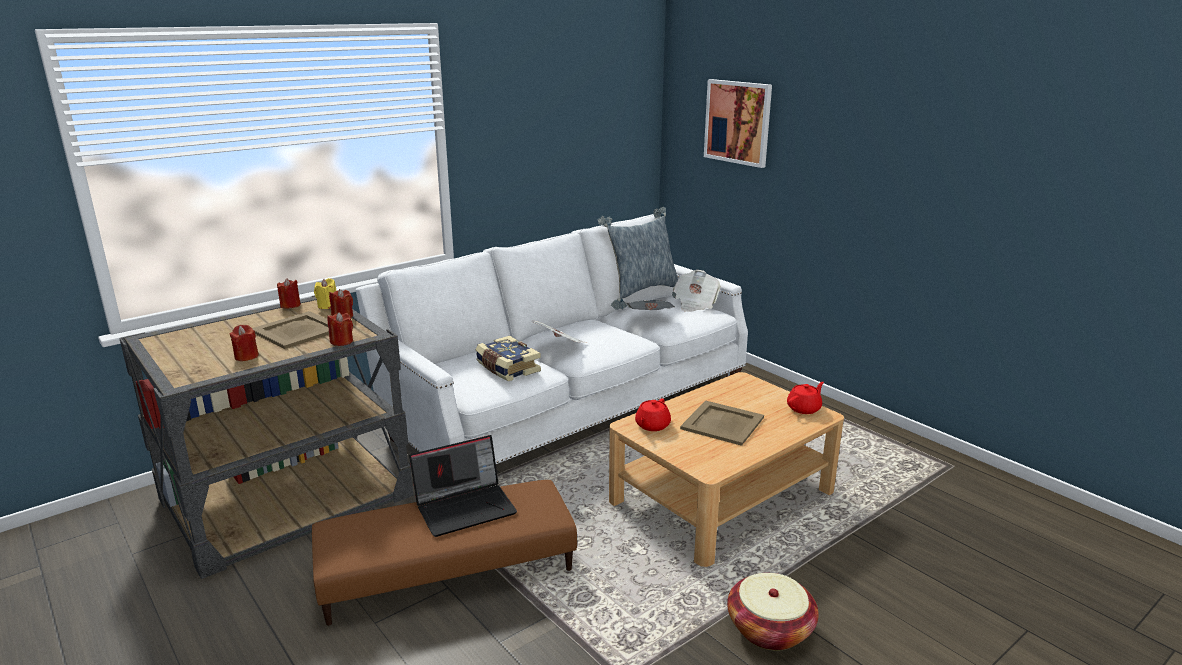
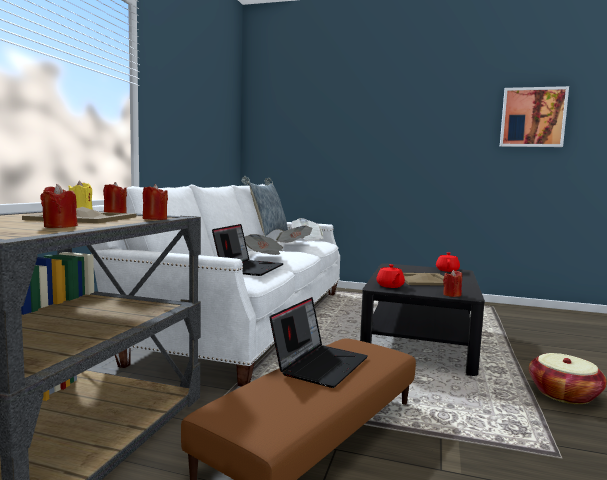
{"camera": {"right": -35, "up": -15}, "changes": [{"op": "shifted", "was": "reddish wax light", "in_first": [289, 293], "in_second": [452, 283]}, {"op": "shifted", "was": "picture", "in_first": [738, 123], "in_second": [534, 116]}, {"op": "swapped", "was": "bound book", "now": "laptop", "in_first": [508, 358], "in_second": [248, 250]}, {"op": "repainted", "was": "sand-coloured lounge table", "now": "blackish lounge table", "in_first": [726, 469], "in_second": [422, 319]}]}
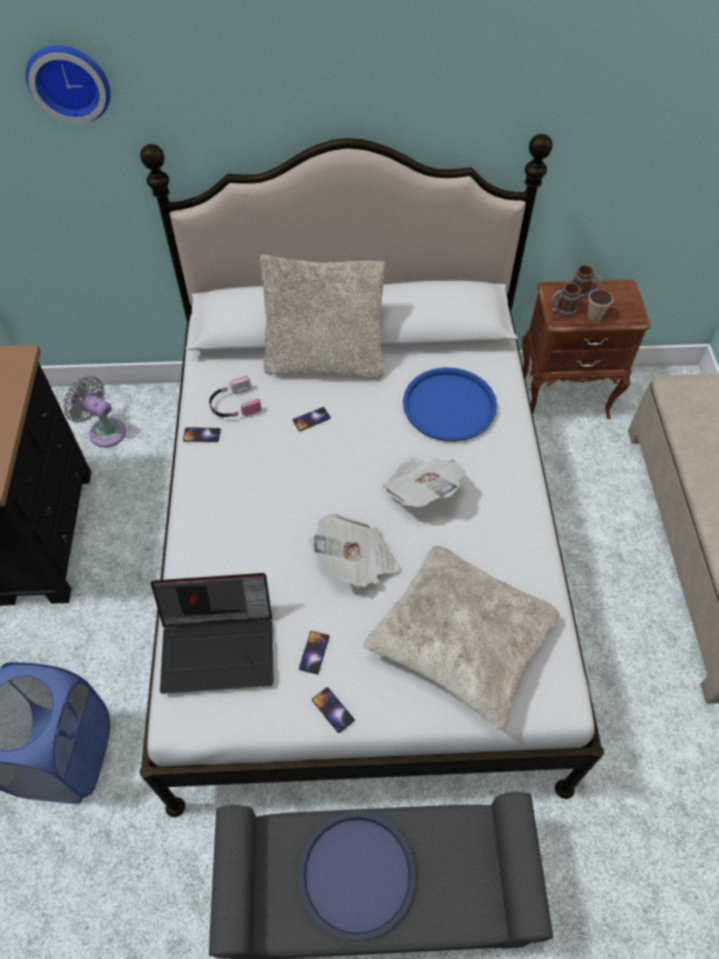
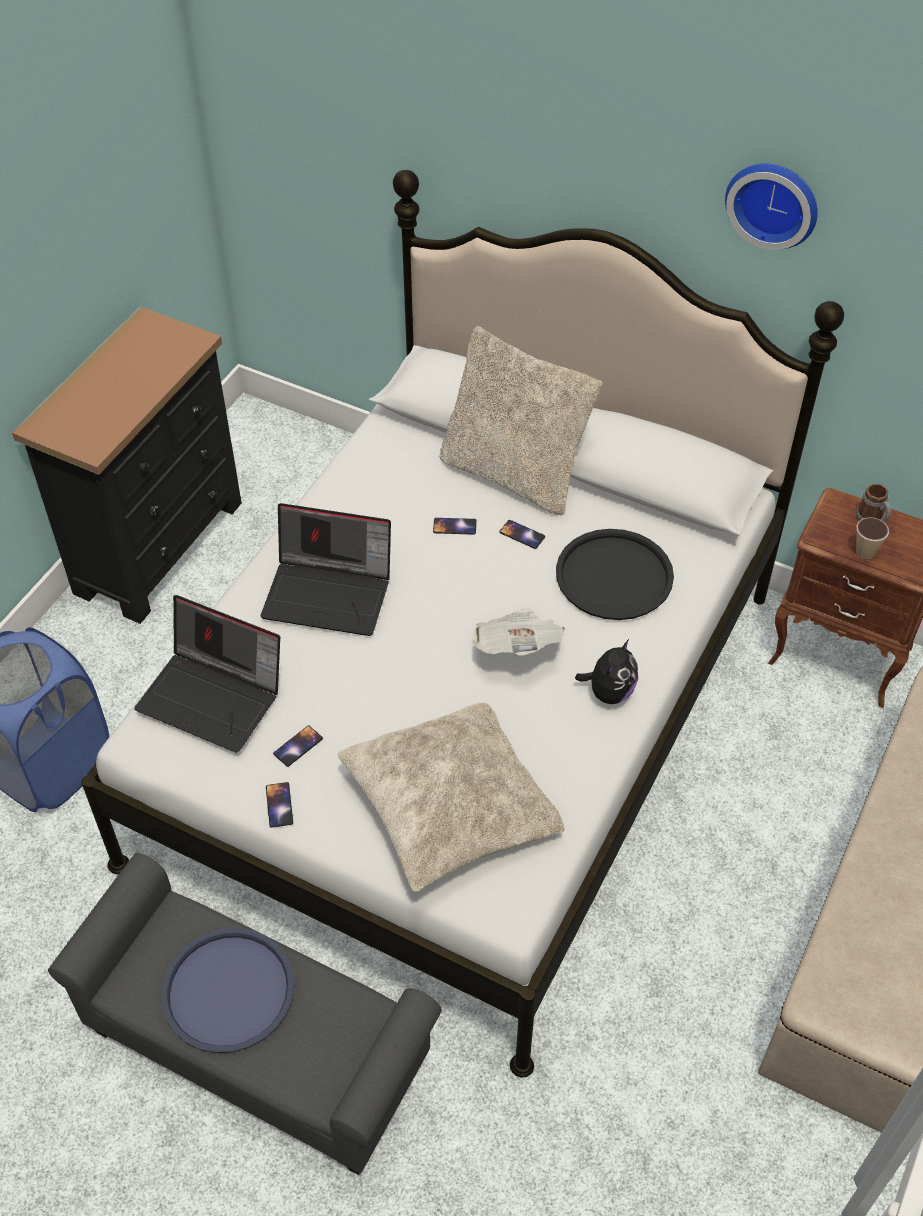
{"camera": {"right": 30, "up": -5}, "changes": [{"op": "gone", "was": "gray cooling fan", "in_first": [94, 412]}, {"op": "gone", "was": "pair of headphones", "in_first": [235, 396]}, {"op": "gone", "was": "daily paper", "in_first": [354, 551]}, {"op": "gone", "was": "coffee mug", "in_first": [566, 299]}, {"op": "new", "now": "laptop", "in_second": [326, 569]}, {"op": "new", "now": "soft toy", "in_second": [606, 671]}, {"op": "shifted", "was": "wall clock", "in_first": [68, 84], "in_second": [771, 207]}, {"op": "shifted", "was": "handset", "in_first": [202, 434], "in_second": [522, 534]}, {"op": "repainted", "was": "blue tray", "now": "blackish tray", "in_first": [450, 404], "in_second": [615, 574]}]}
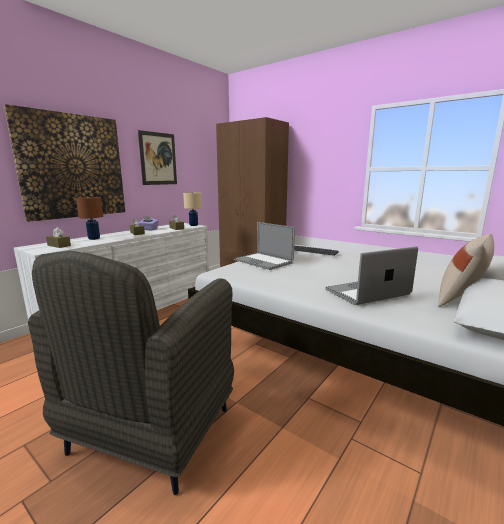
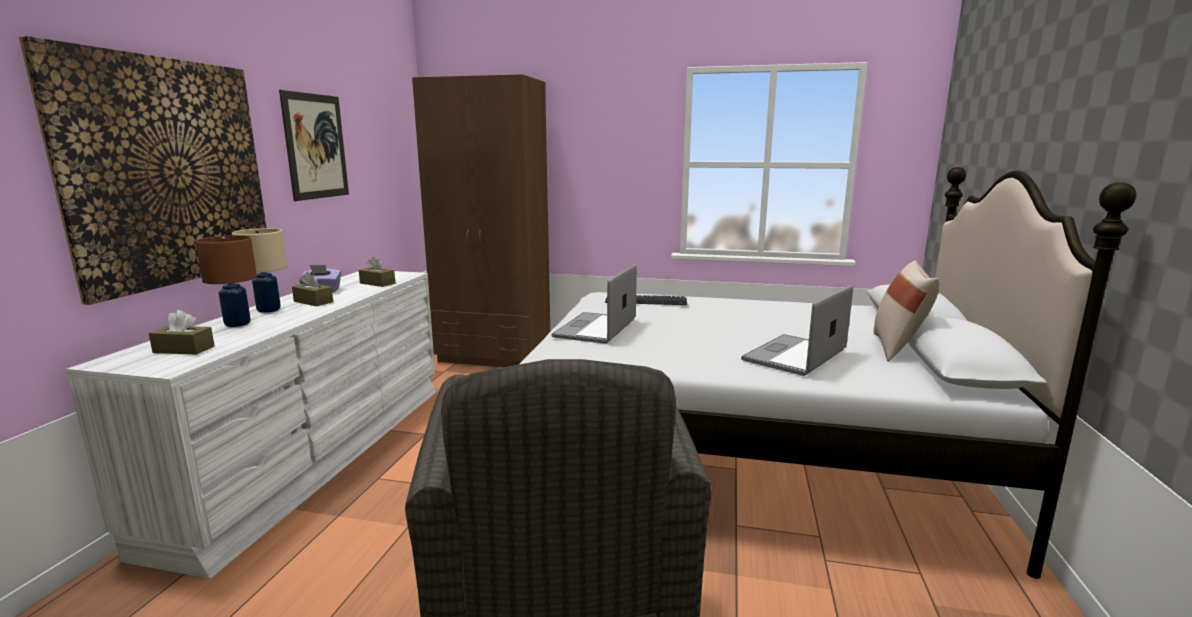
{"camera": {"right": -25, "up": 0}, "changes": [{"op": "shifted", "was": "sand-coloured lamp for a table", "in_first": [192, 209], "in_second": [259, 270]}, {"op": "rotated", "was": "laptop", "in_first": [264, 246], "in_second": [594, 304], "clockwise": 90}]}
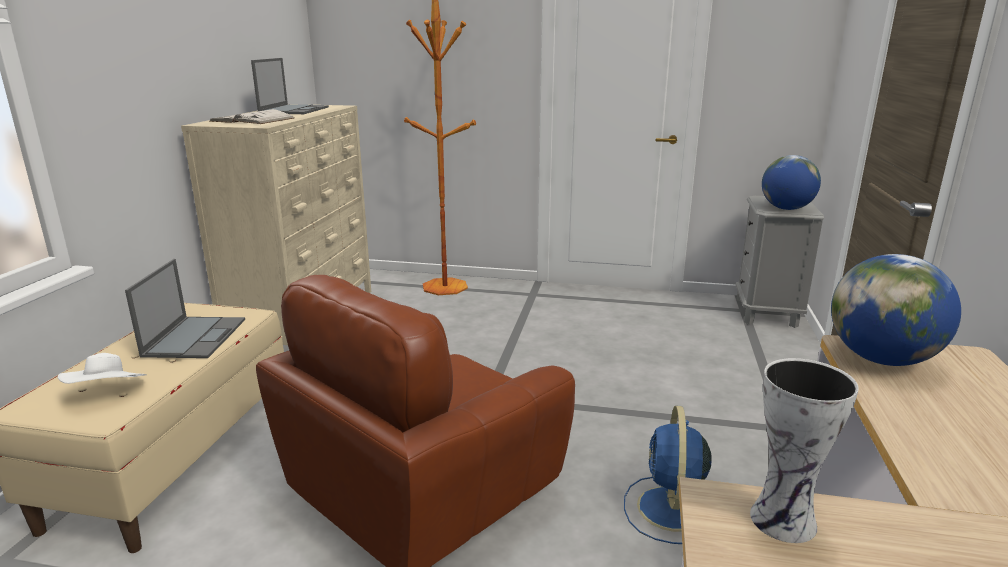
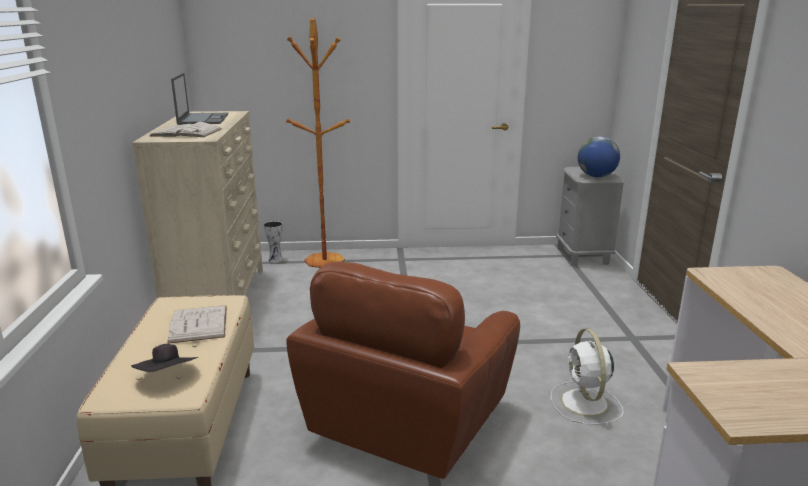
{"camera": {"right": -15, "up": 0}, "changes": [{"op": "gone", "was": "globe", "in_first": [896, 310]}, {"op": "shifted", "was": "vase", "in_first": [804, 450], "in_second": [273, 242]}, {"op": "swapped", "was": "laptop", "now": "whitish bound book", "in_first": [185, 308], "in_second": [197, 324]}, {"op": "repainted", "was": "whitish clothing hat", "now": "blackish clothing hat", "in_first": [102, 368], "in_second": [164, 358]}, {"op": "repainted", "was": "blue cooling fan", "now": "whitish cooling fan", "in_first": [668, 475], "in_second": [587, 377]}]}
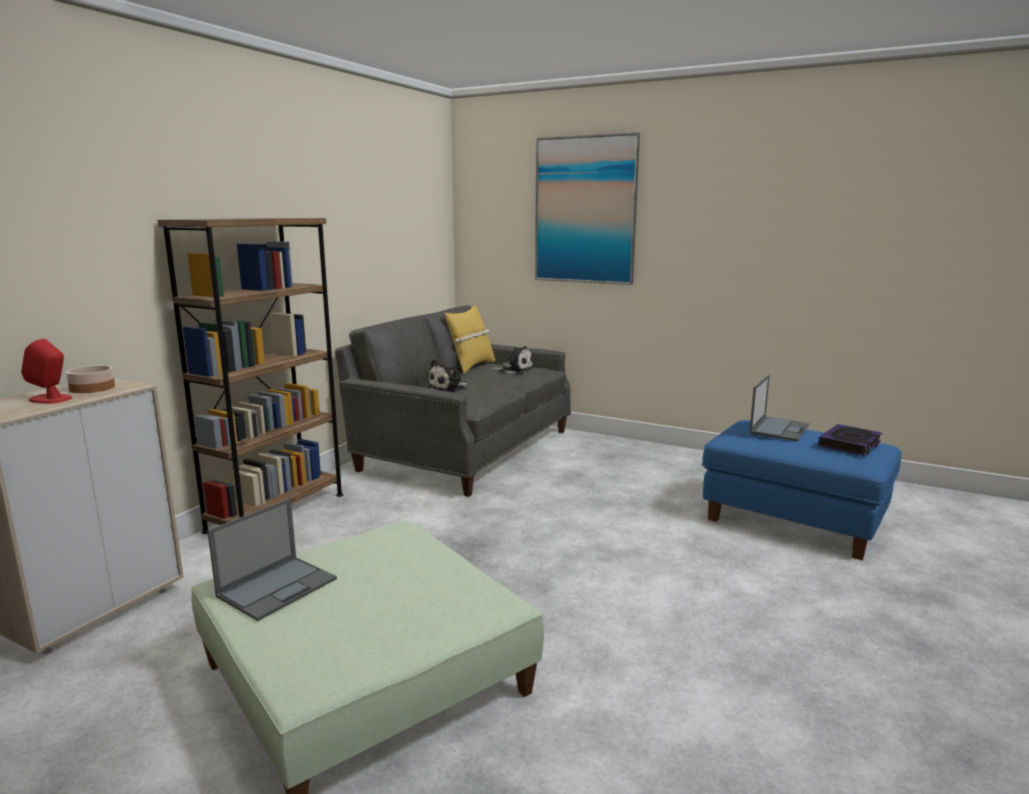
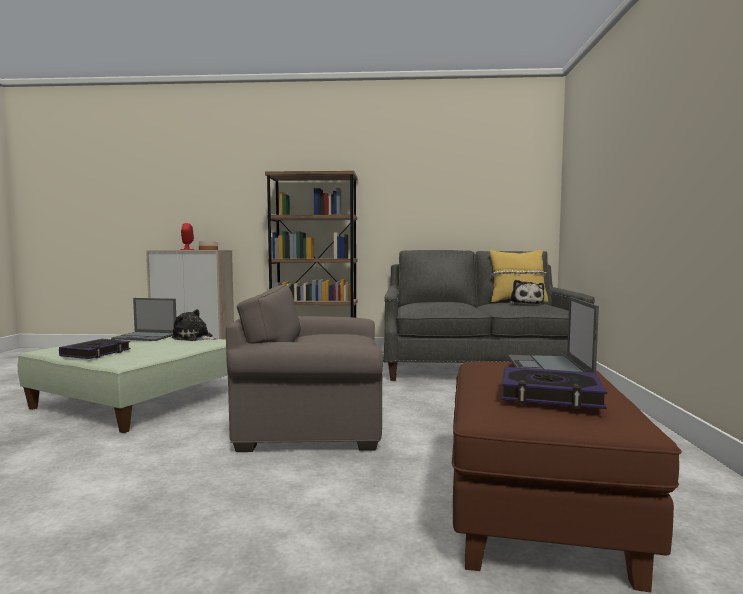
{"camera": {"right": 65, "up": -10}, "changes": [{"op": "gone", "was": "picture", "in_first": [587, 208]}, {"op": "new", "now": "bound book", "in_second": [95, 349]}, {"op": "new", "now": "gray lounge chair", "in_second": [304, 368]}, {"op": "shifted", "was": "soft toy", "in_first": [447, 376], "in_second": [194, 325]}, {"op": "repainted", "was": "blue footrest", "now": "brownish footrest", "in_first": [802, 490], "in_second": [567, 476]}, {"op": "rotated", "was": "laptop", "in_first": [779, 408], "in_second": [553, 335], "clockwise": 90}]}
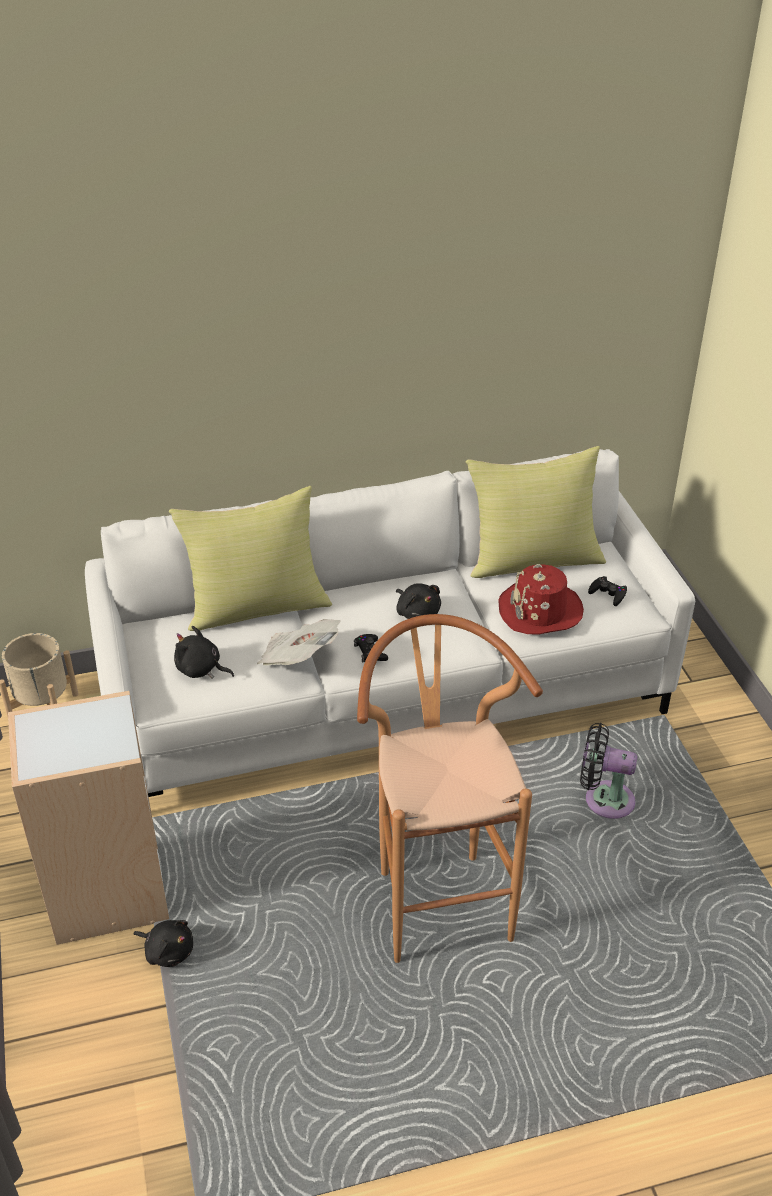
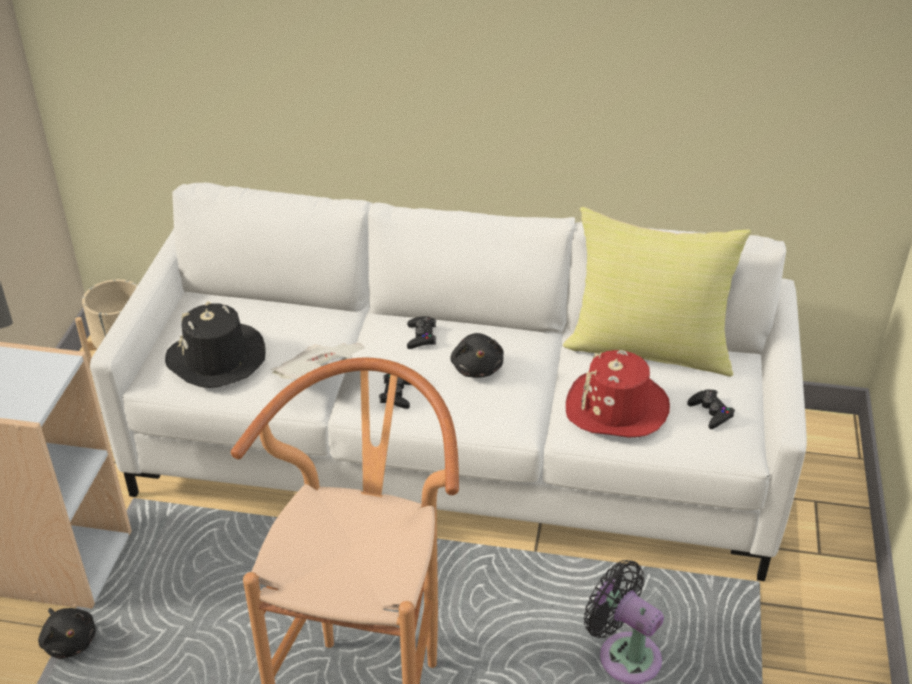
{"camera": {"right": 25, "up": 0}, "changes": [{"op": "gone", "was": "yellowish pillow", "in_first": [250, 558]}, {"op": "new", "now": "blackish joypad", "in_second": [421, 332]}, {"op": "swapped", "was": "blackish soft toy", "now": "blackish clothing hat", "in_first": [204, 652], "in_second": [215, 344]}]}
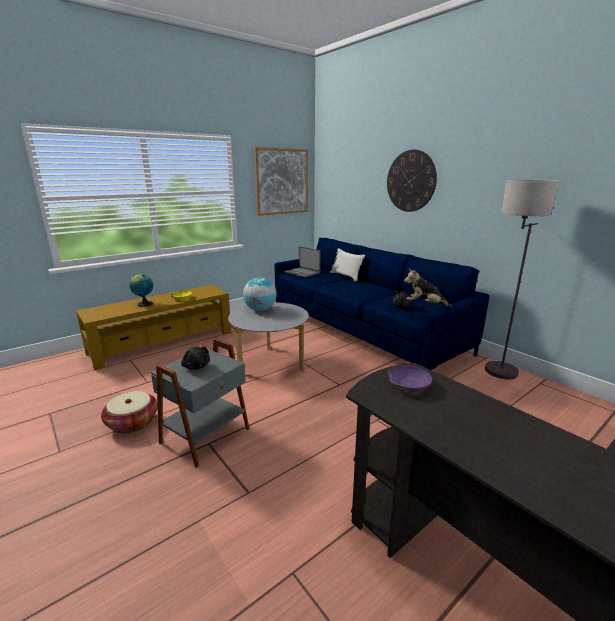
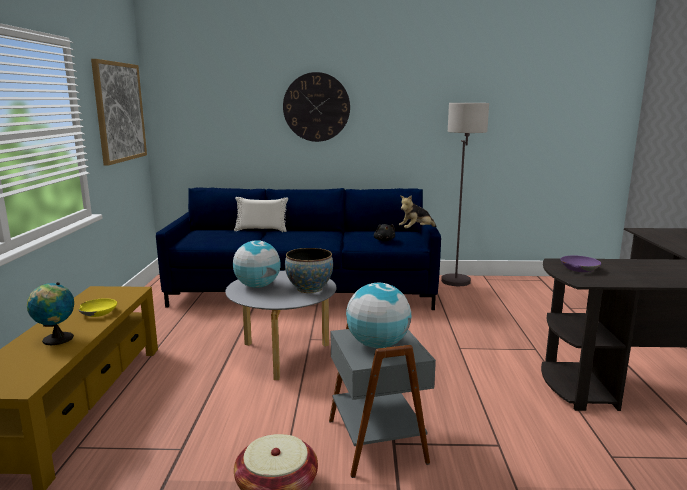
{"camera": {"right": -50, "up": -5}, "changes": [{"op": "gone", "was": "laptop", "in_first": [302, 262]}, {"op": "new", "now": "deep dish", "in_second": [309, 270]}, {"op": "swapped", "was": "blackish soft toy", "now": "globe", "in_first": [195, 358], "in_second": [378, 315]}]}
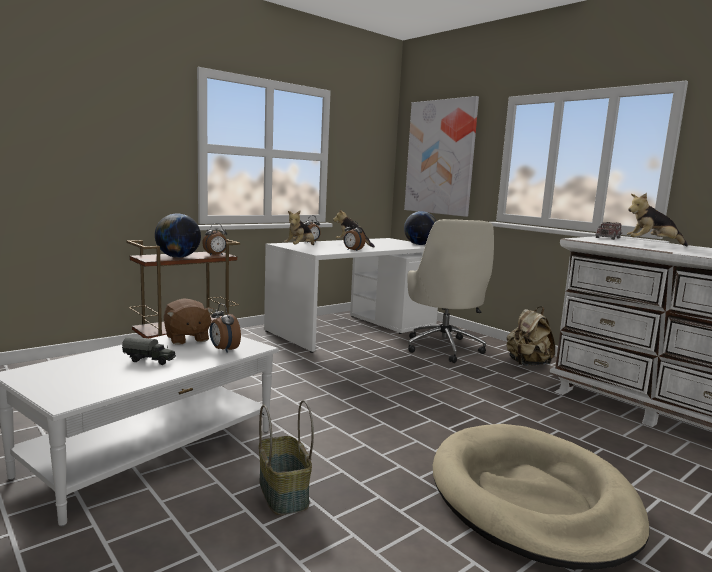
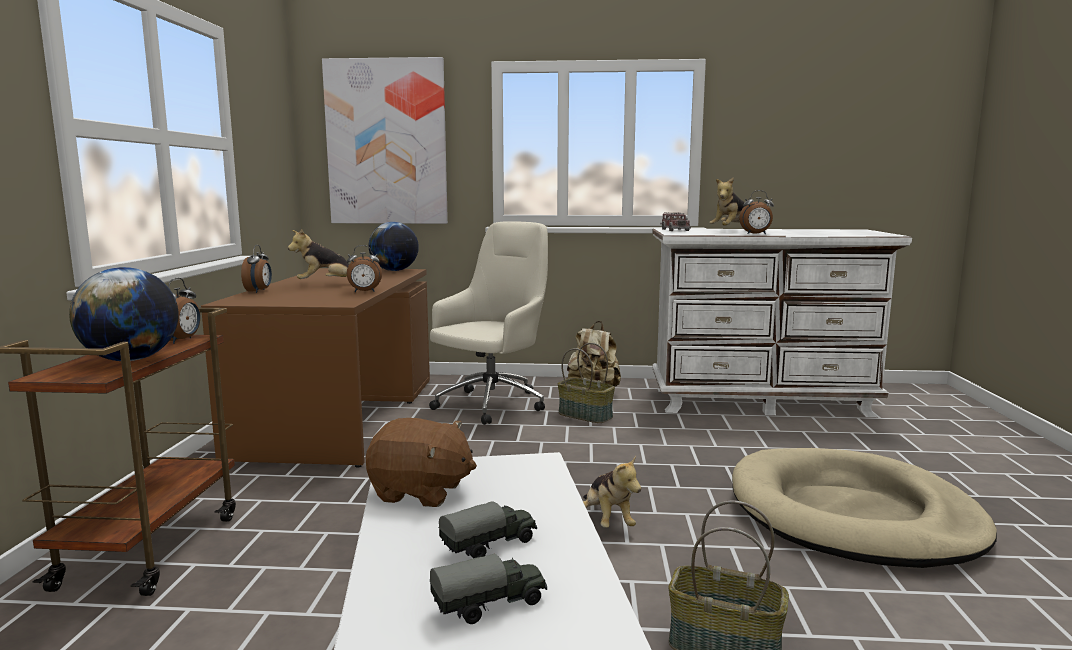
{"camera": {"right": -45, "up": 0}, "changes": [{"op": "new", "now": "toy lorry", "in_second": [488, 589]}, {"op": "new", "now": "household basket", "in_second": [586, 383]}, {"op": "shifted", "was": "alarm clock", "in_first": [225, 328], "in_second": [756, 212]}, {"op": "shifted", "was": "soft toy", "in_first": [299, 228], "in_second": [612, 491]}, {"op": "repainted", "was": "whitish desk table", "now": "brownish desk table", "in_first": [351, 295], "in_second": [315, 368]}, {"op": "rotated", "was": "sand-coloured computer chair", "in_first": [450, 291], "in_second": [488, 323], "clockwise": -90}]}
